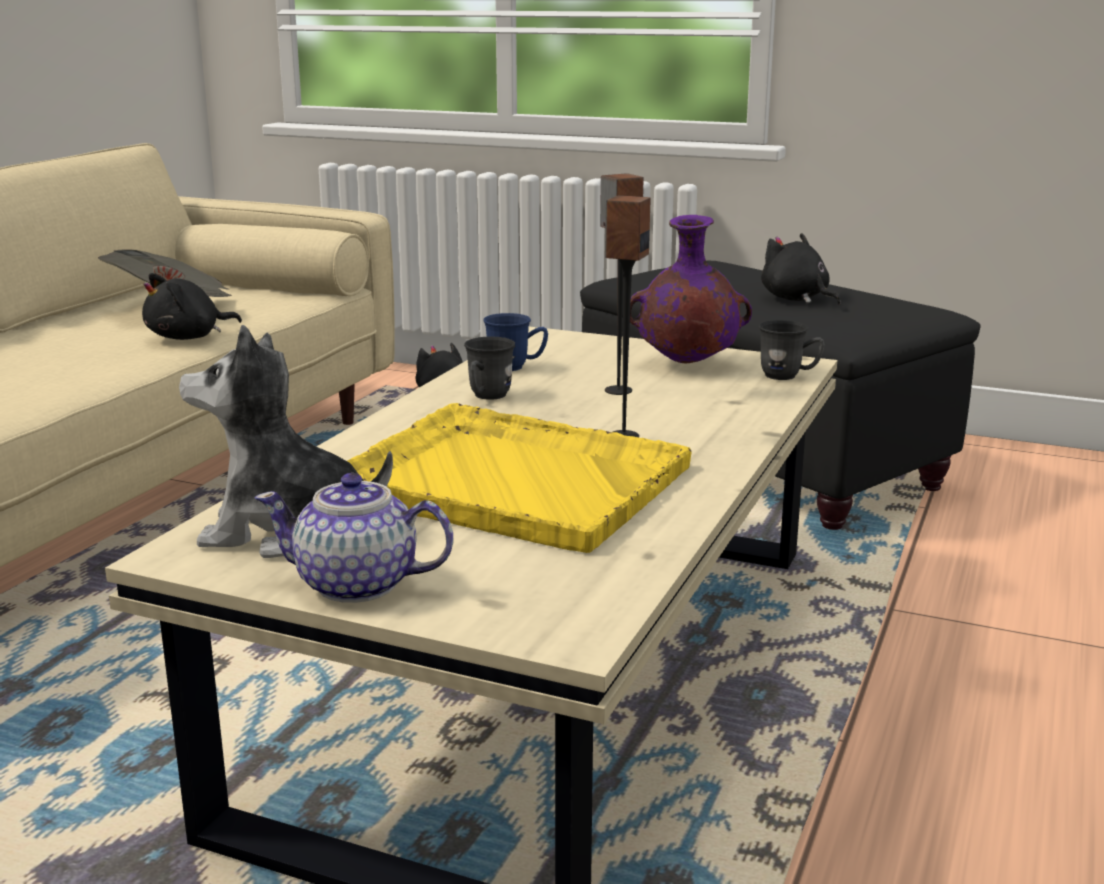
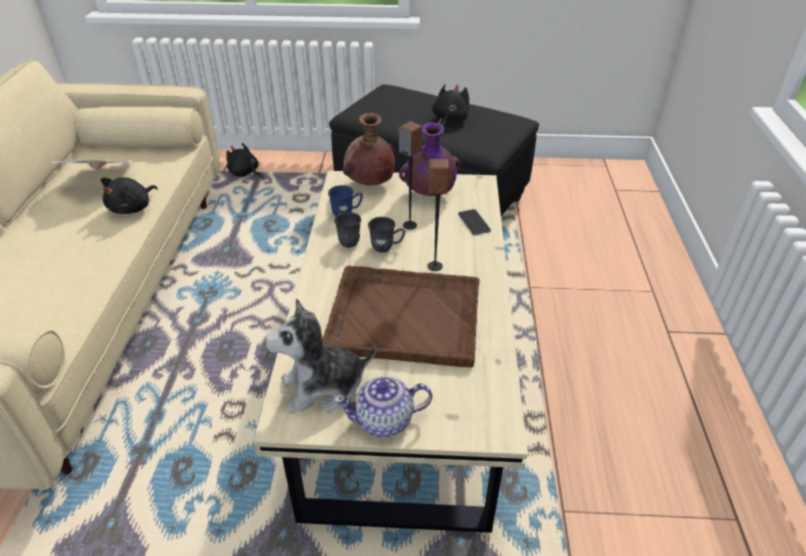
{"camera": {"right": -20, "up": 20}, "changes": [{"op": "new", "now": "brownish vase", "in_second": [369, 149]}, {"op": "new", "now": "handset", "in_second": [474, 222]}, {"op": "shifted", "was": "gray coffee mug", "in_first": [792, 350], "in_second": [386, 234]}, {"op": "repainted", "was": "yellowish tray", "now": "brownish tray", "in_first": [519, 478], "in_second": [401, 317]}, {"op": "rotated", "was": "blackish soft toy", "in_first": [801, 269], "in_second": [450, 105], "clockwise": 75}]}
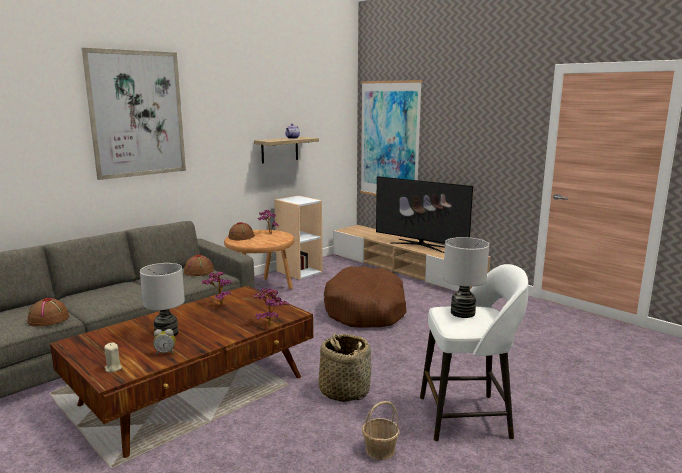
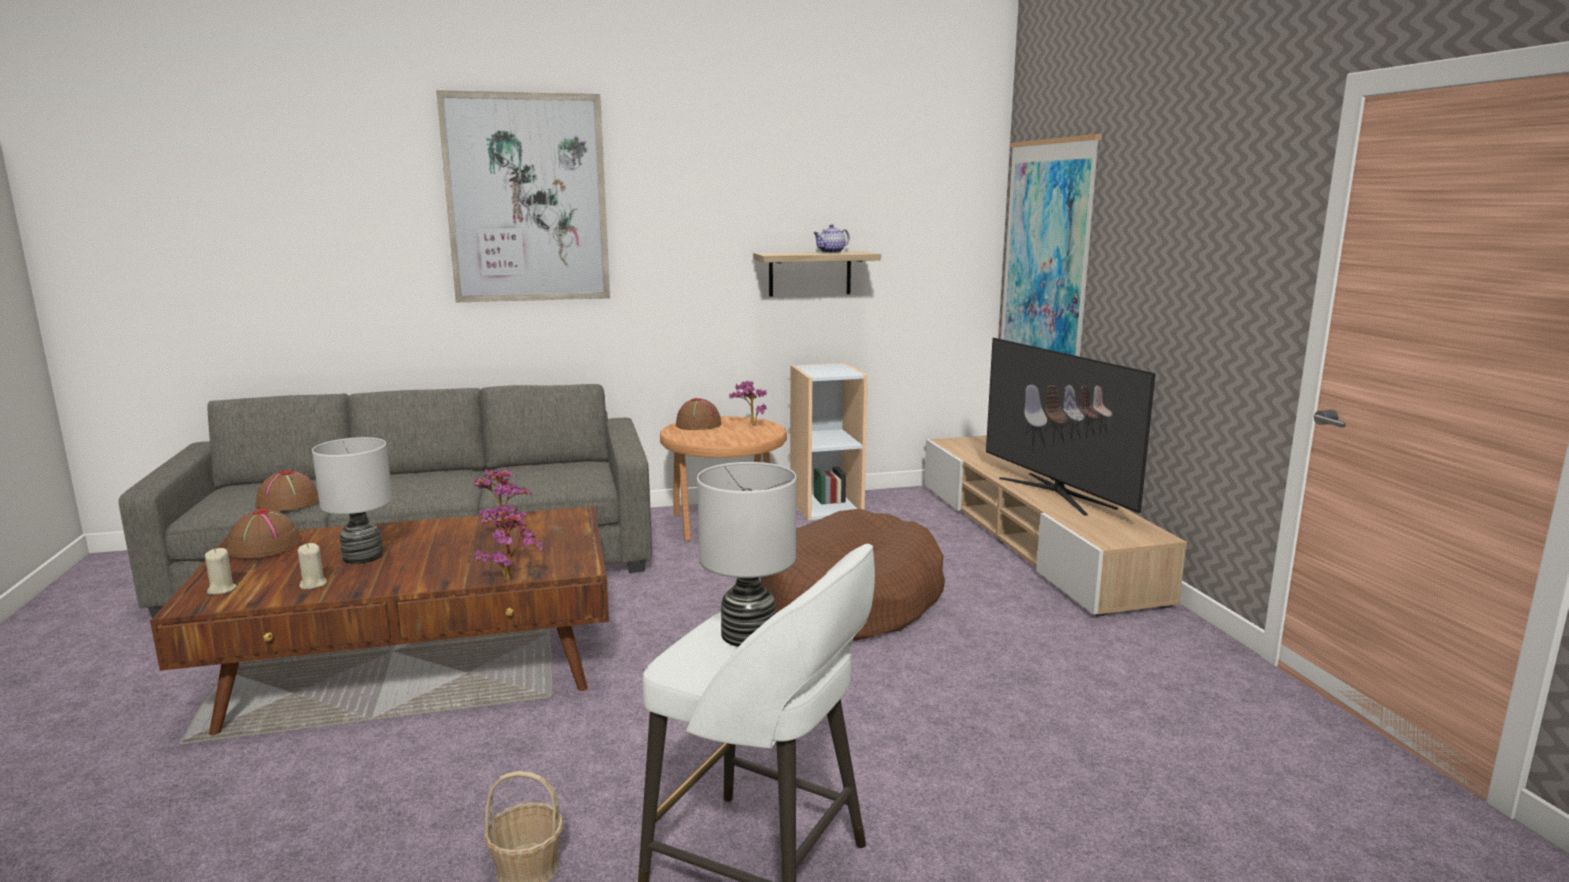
{"camera": {"right": 30, "up": 0}, "changes": [{"op": "gone", "was": "household basket", "in_first": [345, 367]}, {"op": "shifted", "was": "brownish clothing hat", "in_first": [199, 265], "in_second": [263, 534]}, {"op": "swapped", "was": "alarm clock", "now": "sand-coloured wax light", "in_first": [164, 342], "in_second": [312, 566]}]}
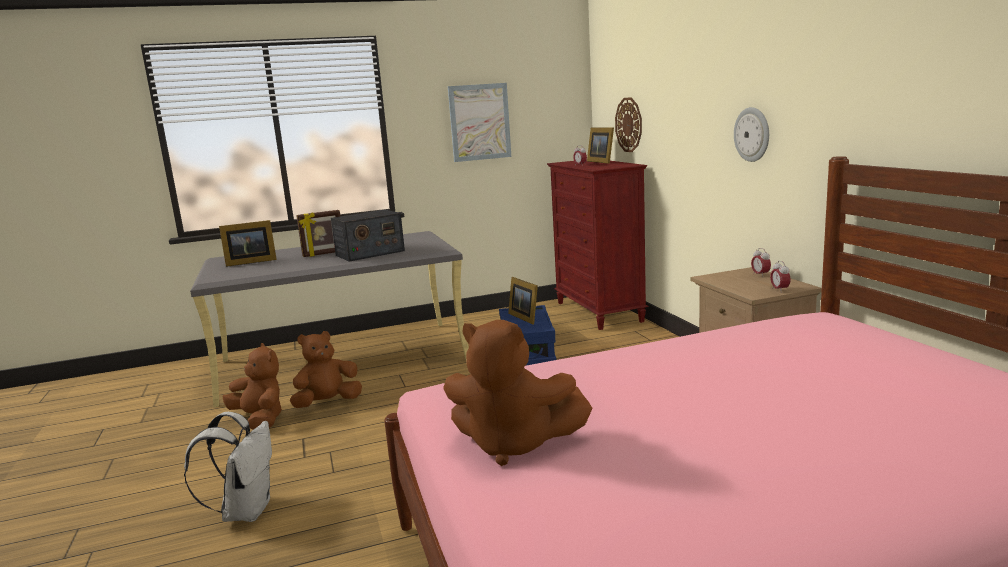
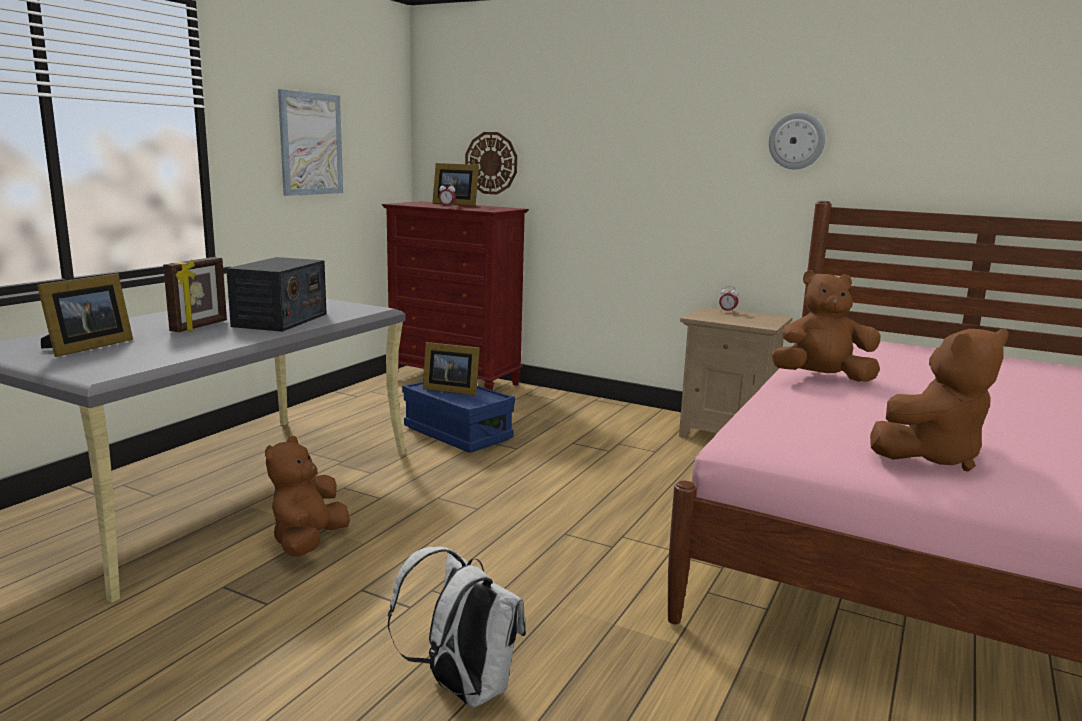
{"camera": {"right": -45, "up": 0}, "changes": [{"op": "gone", "was": "alarm clock", "in_first": [780, 275]}, {"op": "shifted", "was": "brownish soft toy", "in_first": [252, 386], "in_second": [826, 326]}, {"op": "shifted", "was": "wall clock", "in_first": [751, 134], "in_second": [797, 140]}]}
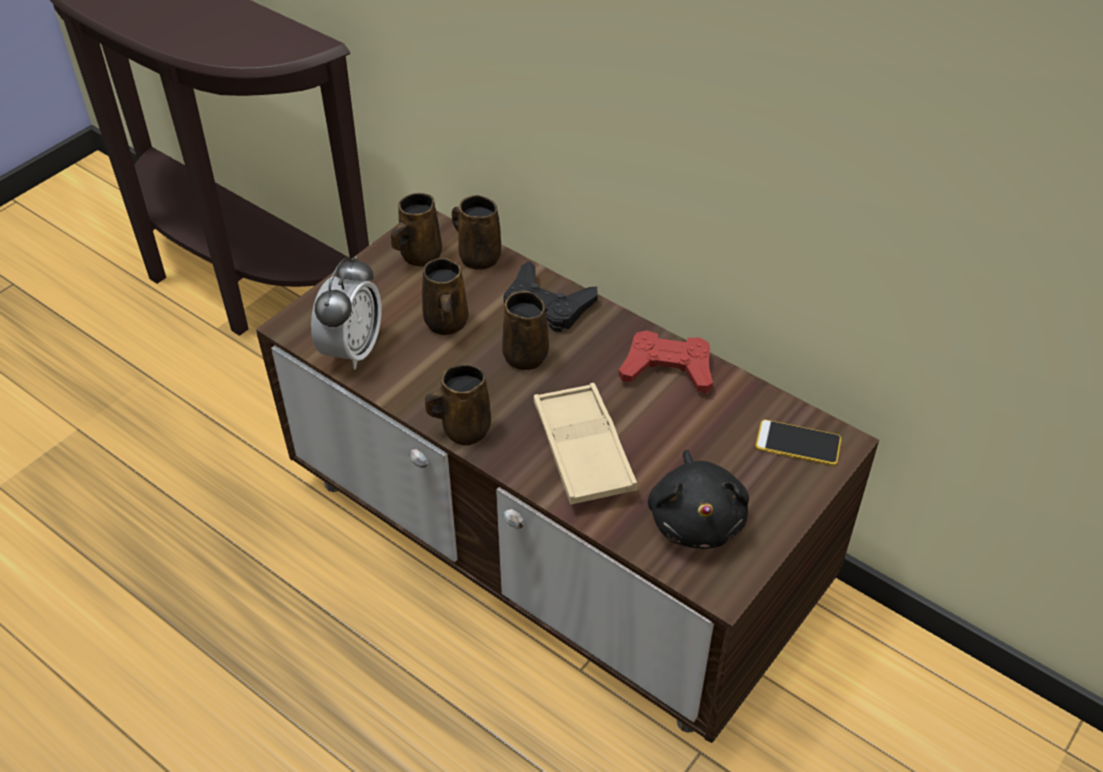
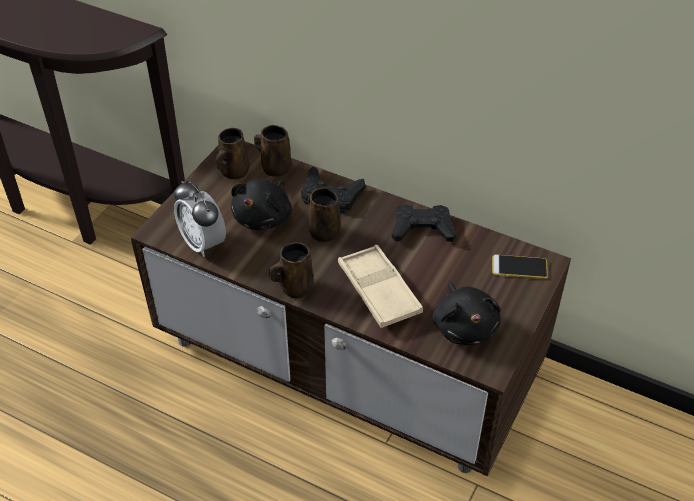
{"camera": {"right": -10, "up": 0}, "changes": [{"op": "swapped", "was": "brownish coffee mug", "now": "blackish soft toy", "in_first": [445, 296], "in_second": [261, 204]}, {"op": "repainted", "was": "reddish joypad", "now": "blackish joypad", "in_first": [666, 361], "in_second": [424, 223]}, {"op": "rotated", "was": "alarm clock", "in_first": [346, 313], "in_second": [200, 219], "clockwise": 135}]}
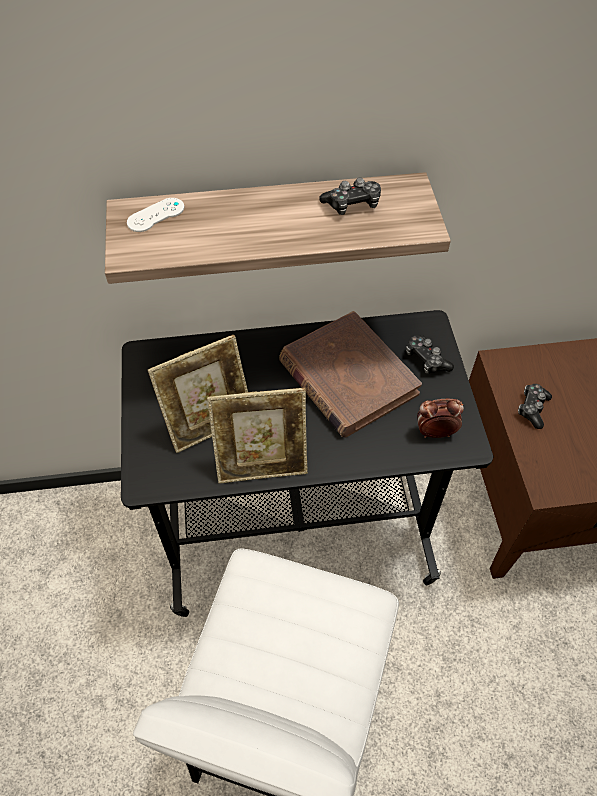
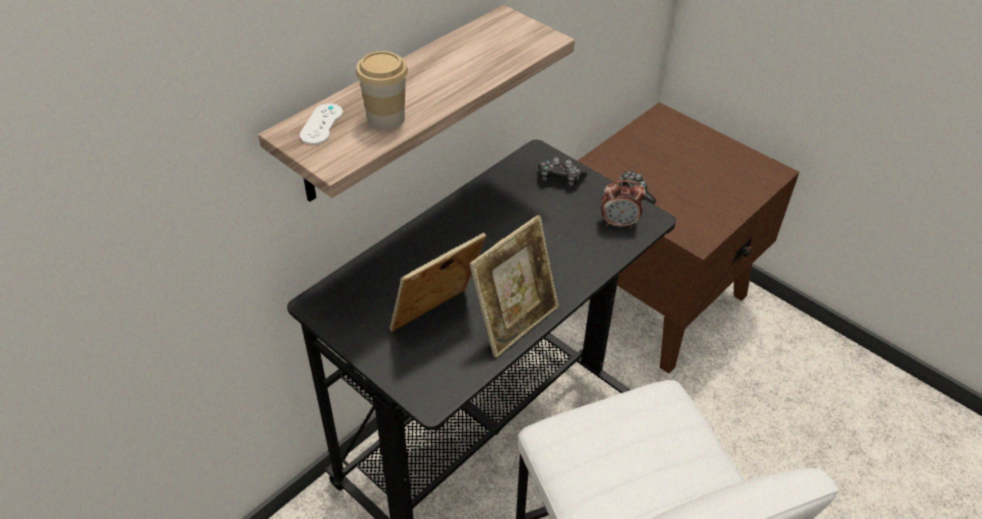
{"camera": {"right": -40, "up": -10}, "changes": [{"op": "gone", "was": "brownish bound book", "in_first": [350, 374]}, {"op": "gone", "was": "joypad", "in_first": [350, 196]}, {"op": "new", "now": "drinking cup", "in_second": [382, 90]}, {"op": "rotated", "was": "photo frame", "in_first": [198, 394], "in_second": [437, 282], "clockwise": -150}, {"op": "rotated", "was": "alarm clock", "in_first": [440, 418], "in_second": [623, 204], "clockwise": -135}]}
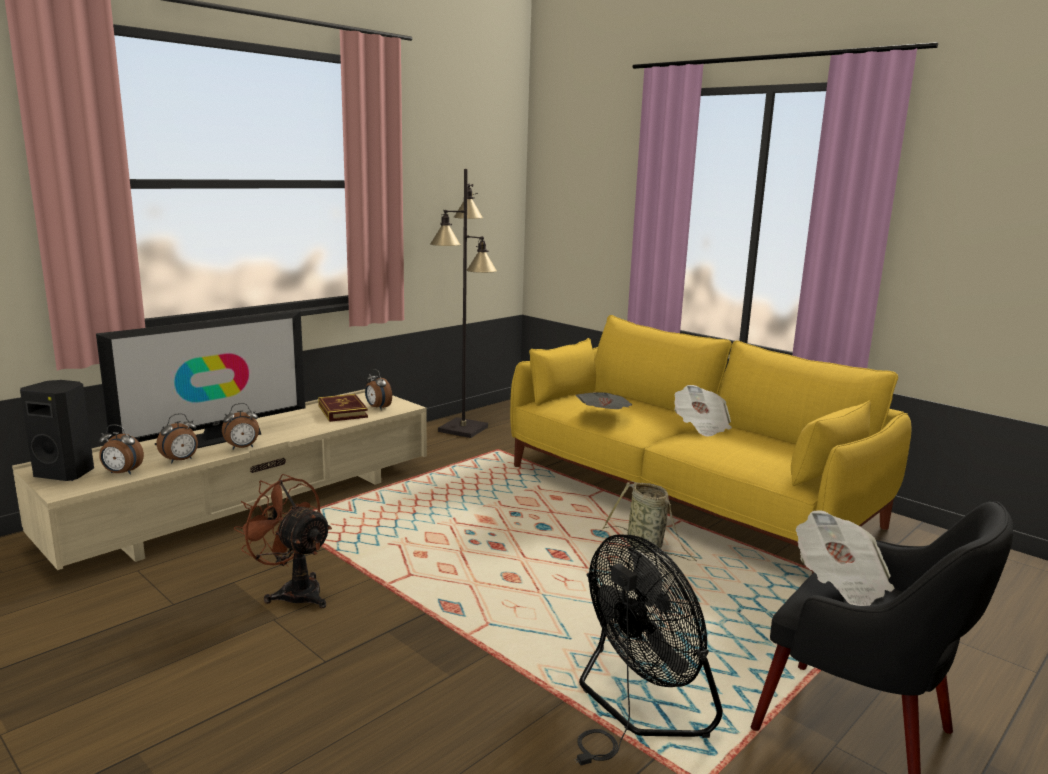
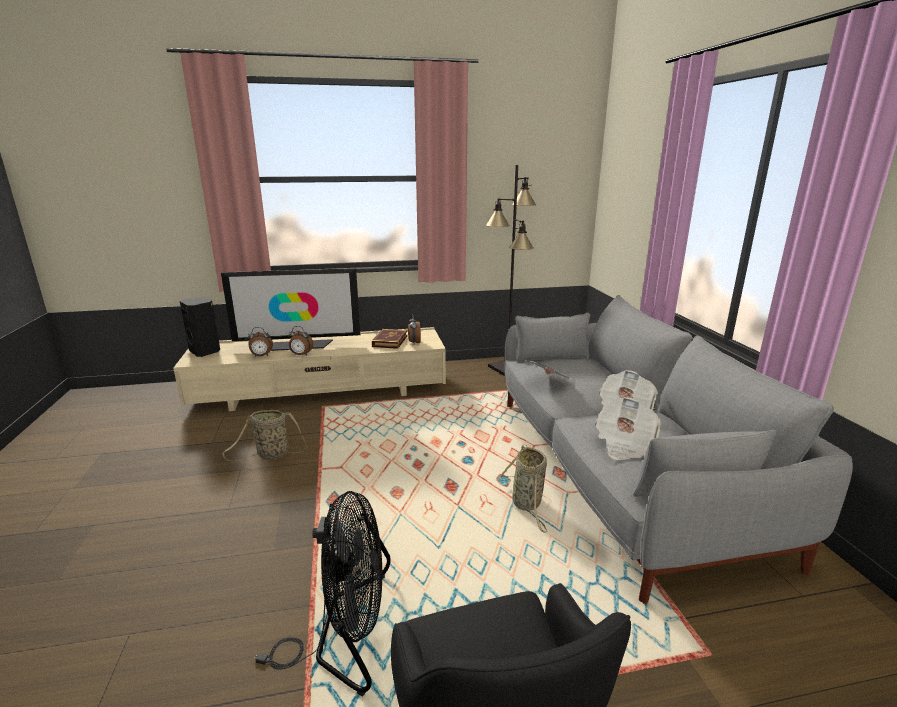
{"camera": {"right": 35, "up": 5}, "changes": [{"op": "gone", "was": "alarm clock", "in_first": [121, 449]}, {"op": "shifted", "was": "daily paper", "in_first": [845, 558], "in_second": [628, 428]}, {"op": "swapped", "was": "brownish cooling fan", "now": "household basket", "in_first": [283, 541], "in_second": [264, 435]}, {"op": "repainted", "was": "yellowish sofa", "now": "gray sofa", "in_first": [710, 444], "in_second": [678, 449]}]}
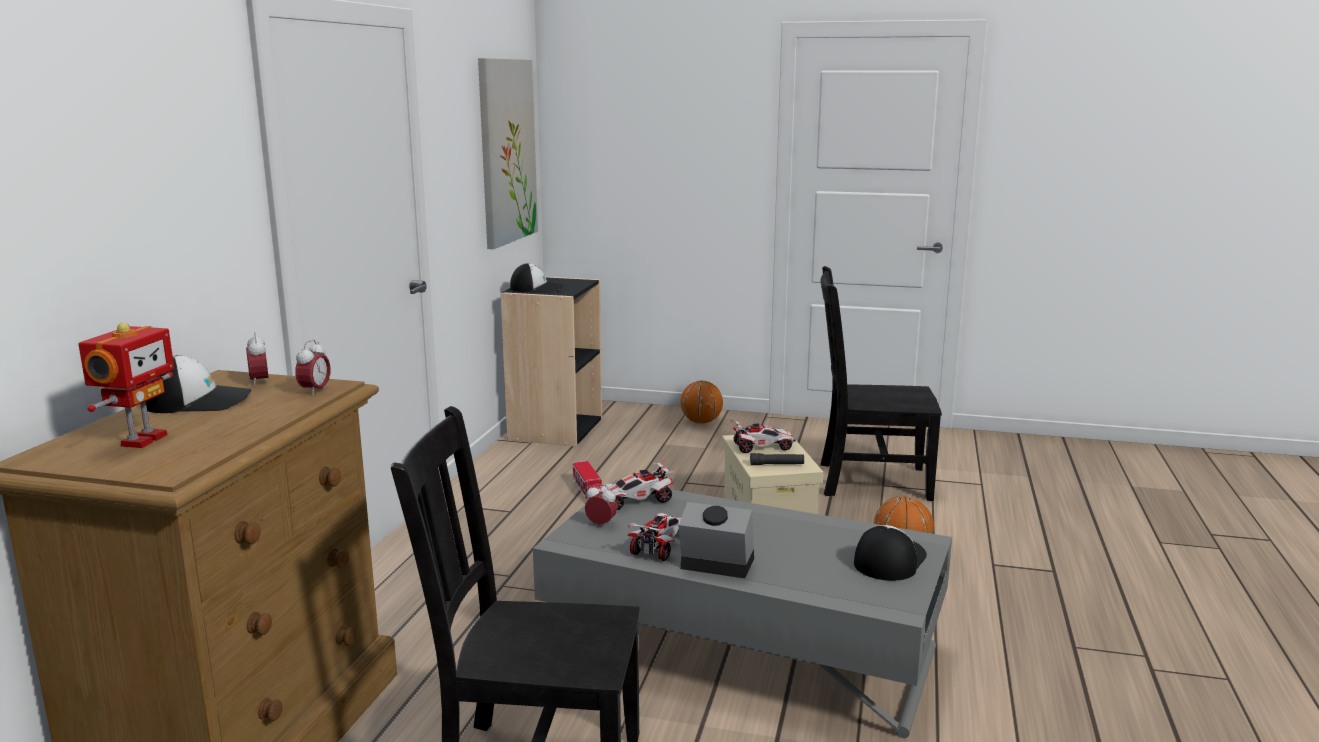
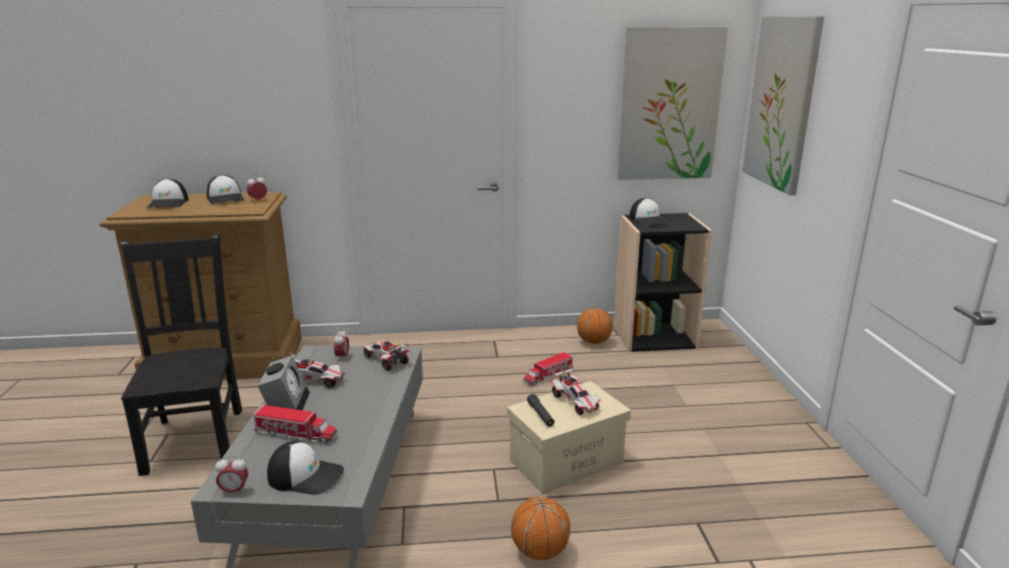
{"camera": {"right": 70, "up": 5}, "changes": [{"op": "gone", "was": "blackish plain chair", "in_first": [881, 383]}, {"op": "new", "now": "toy lorry", "in_second": [295, 424]}, {"op": "new", "now": "picture", "in_second": [783, 105]}, {"op": "shifted", "was": "alarm clock", "in_first": [313, 368], "in_second": [231, 475]}, {"op": "shifted", "was": "basketball ball", "in_first": [702, 402], "in_second": [595, 325]}, {"op": "swapped", "was": "model robot", "now": "baseball cap", "in_first": [126, 385], "in_second": [167, 193]}]}
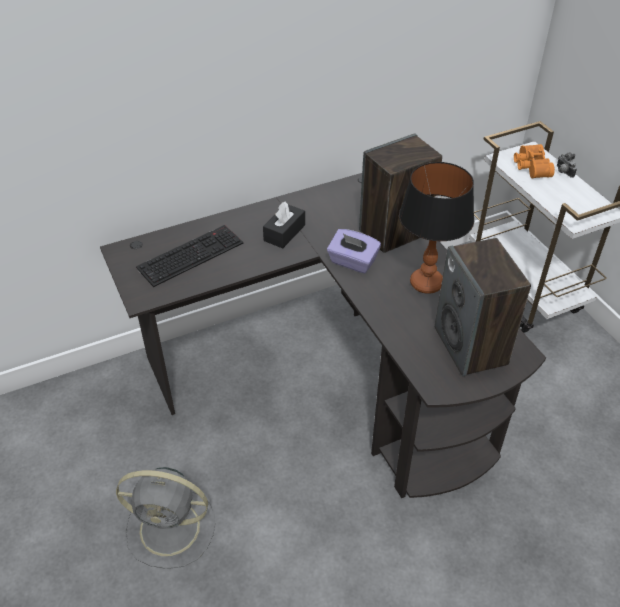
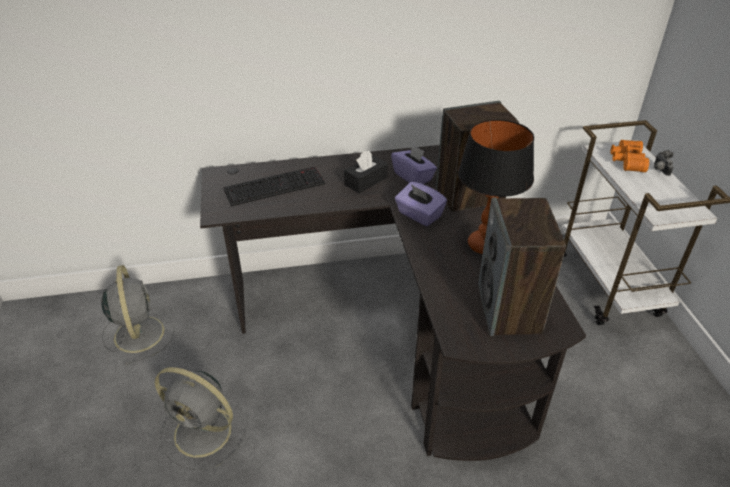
{"camera": {"right": 15, "up": -5}, "changes": [{"op": "new", "now": "gray cooling fan", "in_second": [137, 315]}, {"op": "new", "now": "purple-coloured box of tissues", "in_second": [414, 164]}]}
